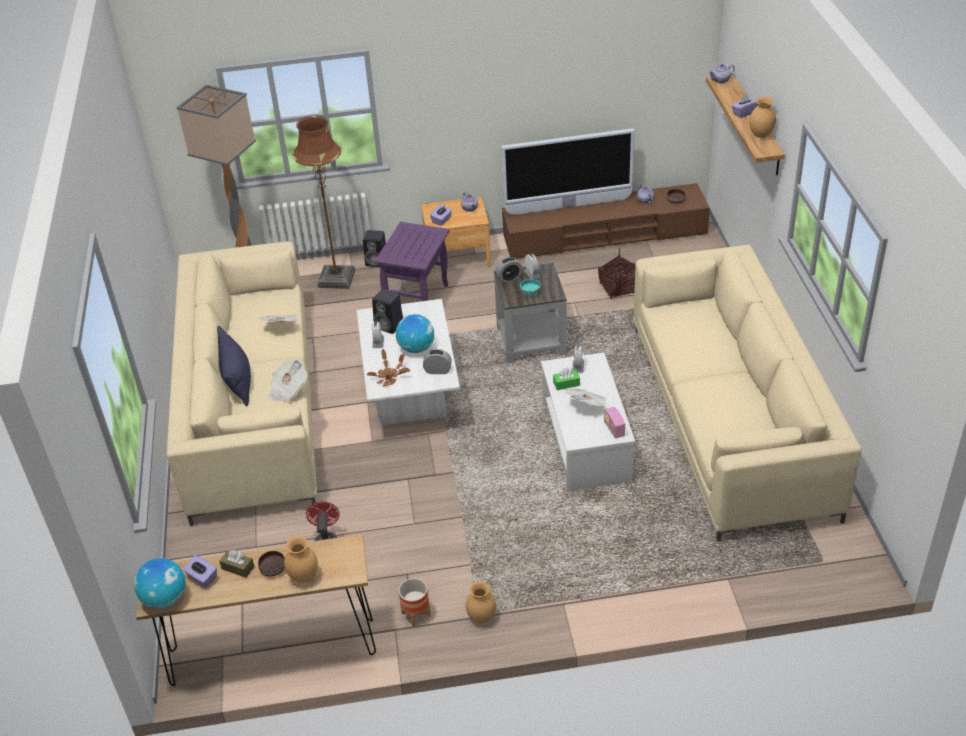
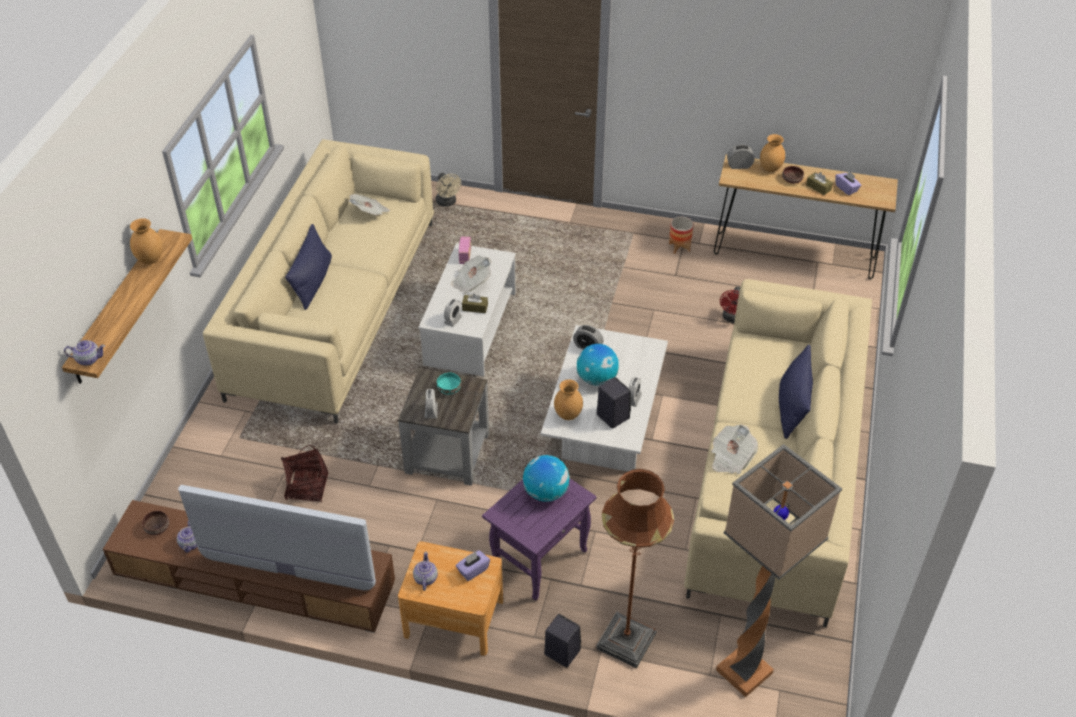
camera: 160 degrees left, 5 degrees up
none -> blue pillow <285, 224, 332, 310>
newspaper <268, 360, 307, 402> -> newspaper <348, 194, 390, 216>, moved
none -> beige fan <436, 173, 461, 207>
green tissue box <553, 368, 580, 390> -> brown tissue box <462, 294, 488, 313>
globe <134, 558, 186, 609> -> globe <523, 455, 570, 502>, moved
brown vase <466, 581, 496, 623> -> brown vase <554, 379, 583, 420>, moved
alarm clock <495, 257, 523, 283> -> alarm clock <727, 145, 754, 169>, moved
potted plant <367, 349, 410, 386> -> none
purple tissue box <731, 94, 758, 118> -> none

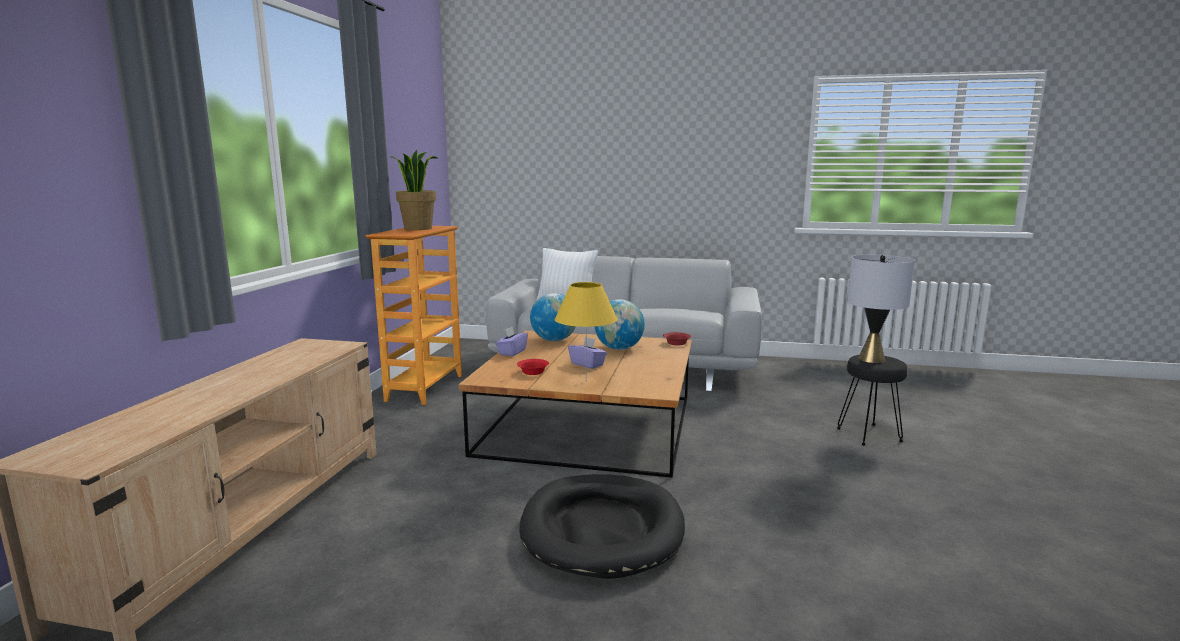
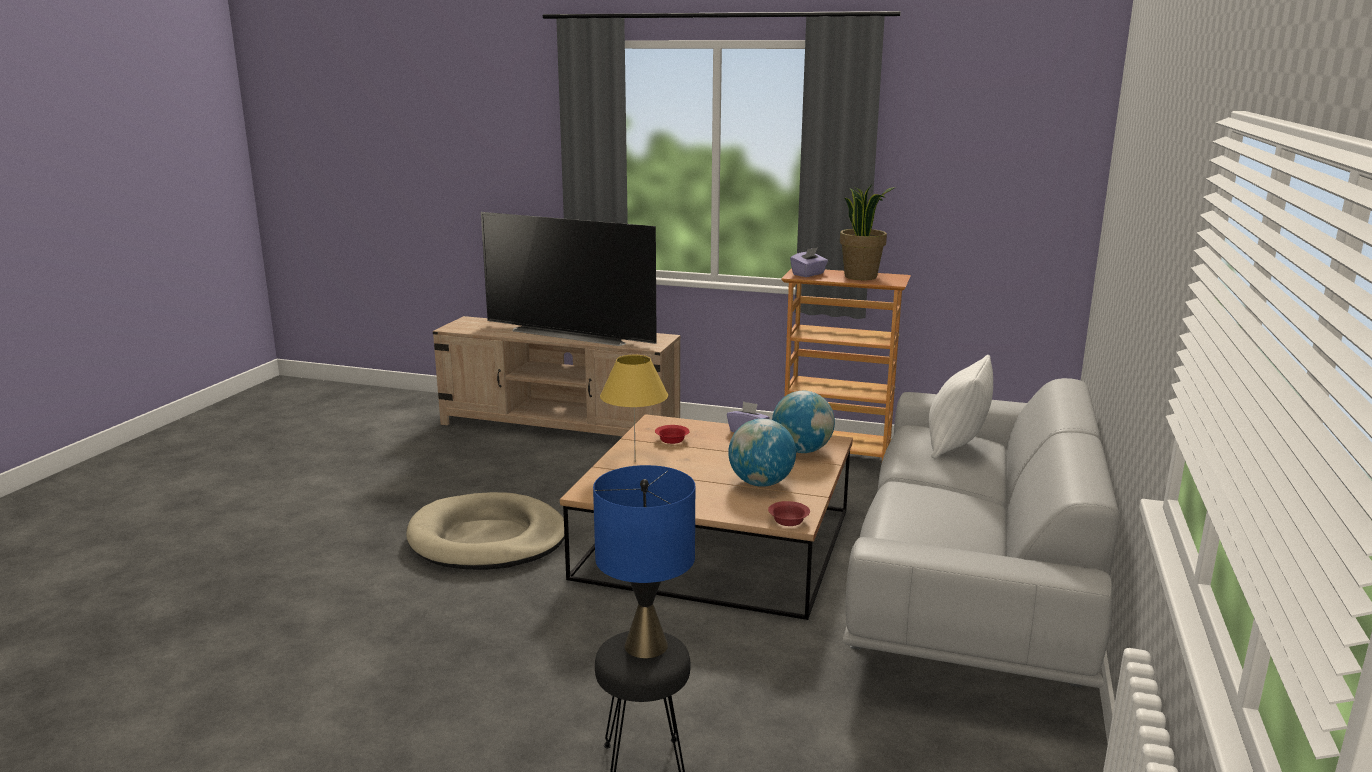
camera: 95 degrees right, 5 degrees up
black dog bed <519, 474, 685, 579> -> beige dog bed <406, 492, 565, 570>
none -> television <481, 212, 657, 346>
grey table lamp <847, 255, 915, 363> -> blue table lamp <593, 465, 695, 658>
purple tissue box <568, 337, 607, 369> -> purple tissue box <790, 247, 828, 277>, moved

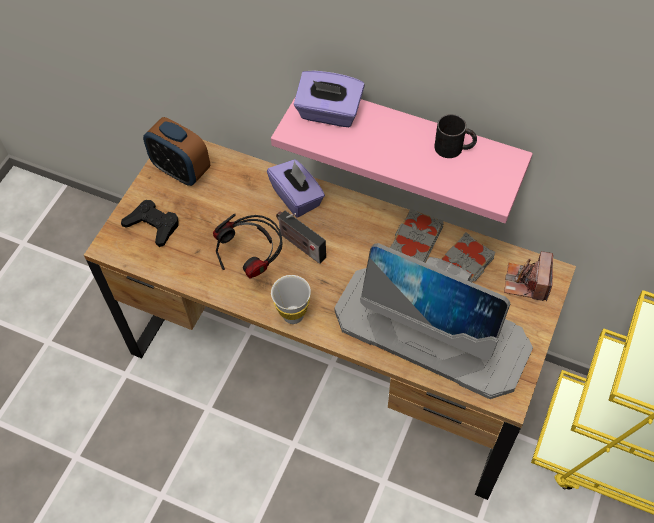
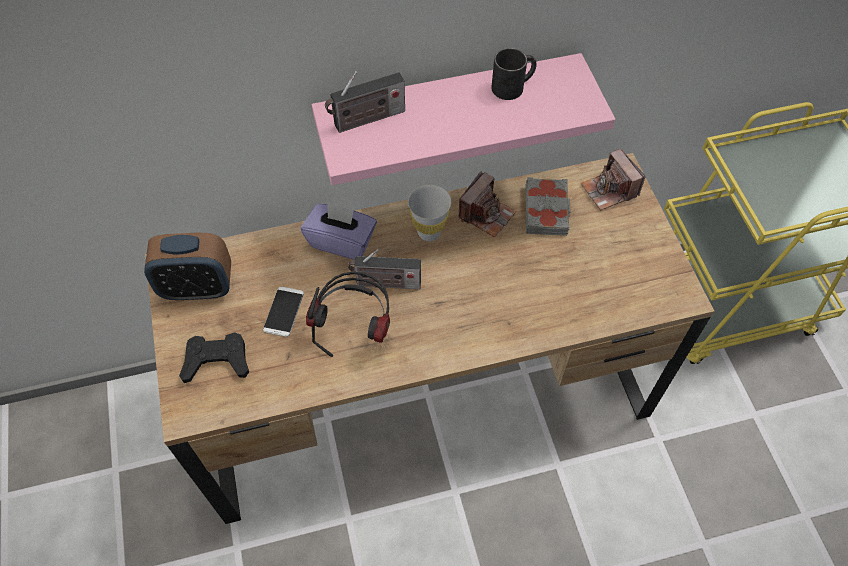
camera: 40 degrees left, 0 degrees up
none -> phone <263, 287, 304, 337>
purple tissue box <294, 70, 365, 127> -> radio <325, 71, 405, 133>
white cup <271, 275, 311, 324> -> white cup <408, 185, 451, 241>, moved
grey book <390, 208, 444, 263> -> photo camera <458, 171, 516, 237>
monitor <335, 243, 533, 399> -> none

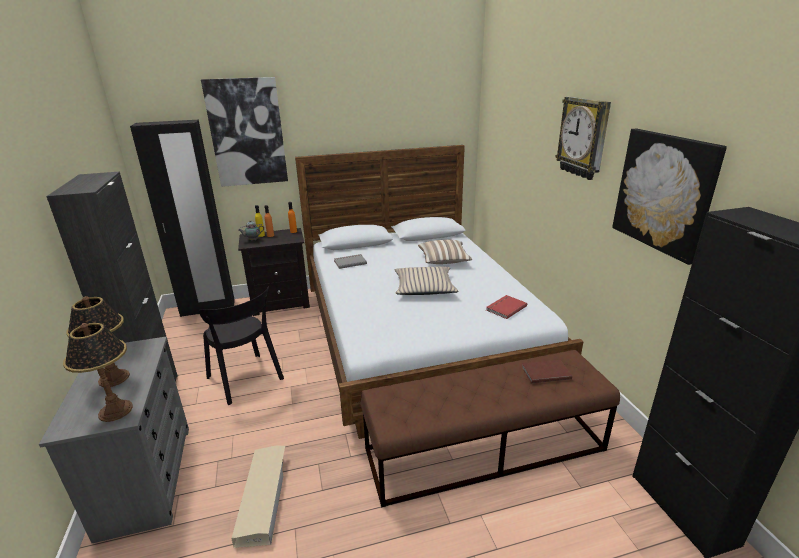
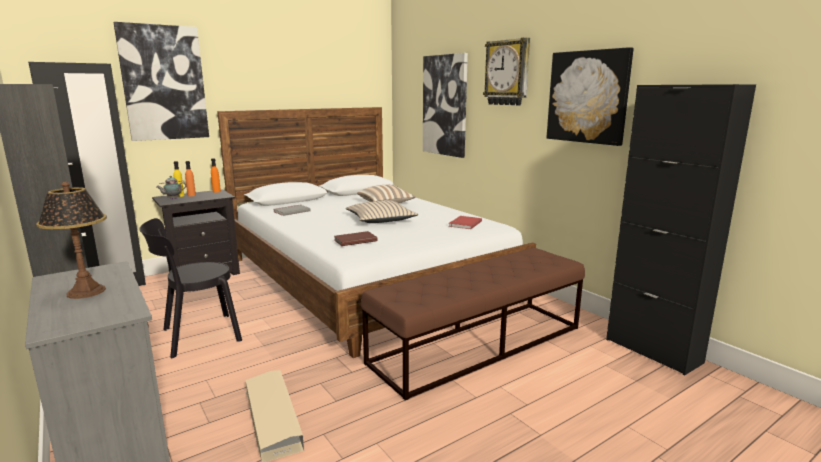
camera: 20 degrees left, 10 degrees down
black chair <199, 286, 284, 405> -> black chair <139, 218, 242, 358>, 120 degrees clockwise
brown book <522, 360, 572, 383> -> brown book <334, 231, 378, 246>, moved
none -> picture <423, 53, 468, 158>
table lamp <63, 323, 133, 422> -> none

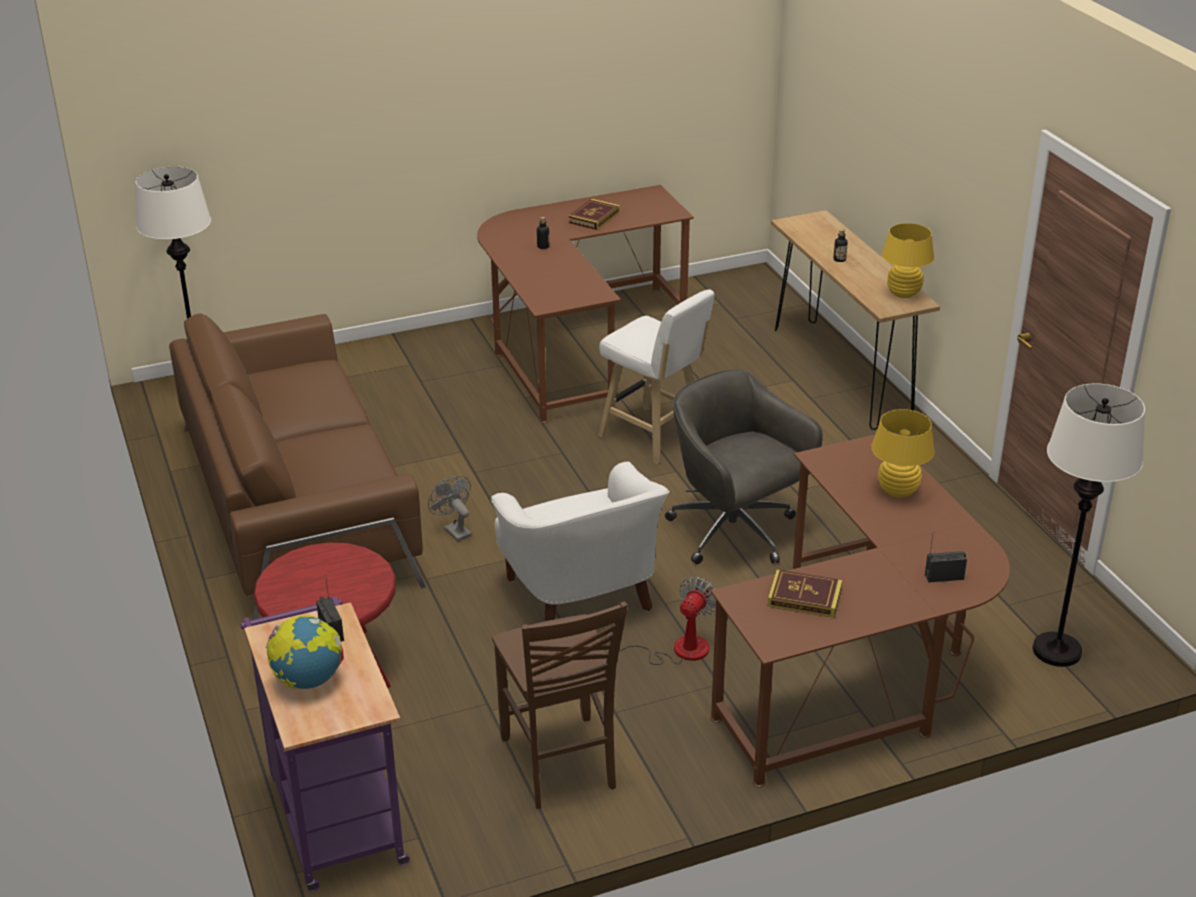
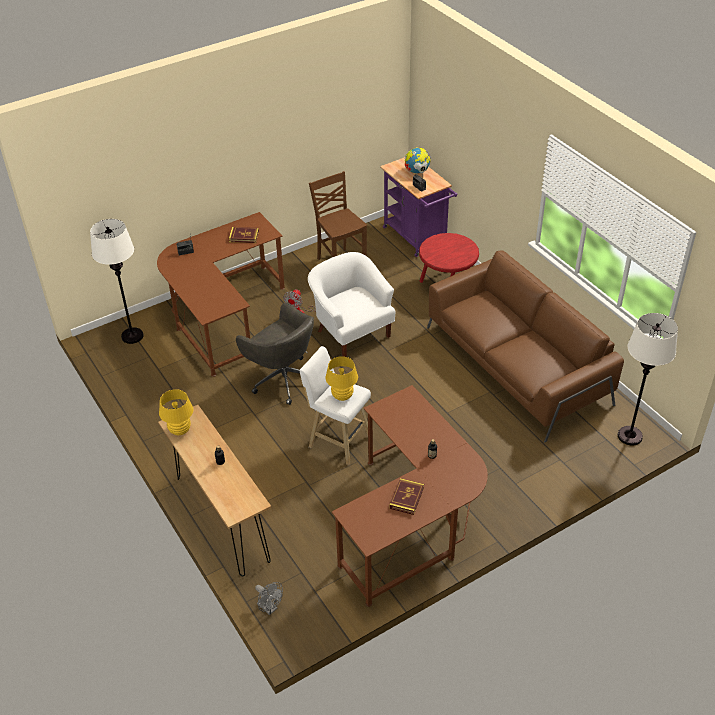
camera: 170 degrees right, 10 degrees up
grey fan <428, 476, 472, 542> -> grey fan <255, 582, 283, 615>, moved
yellow table lamp <871, 409, 934, 498> -> yellow table lamp <326, 357, 358, 401>, moved

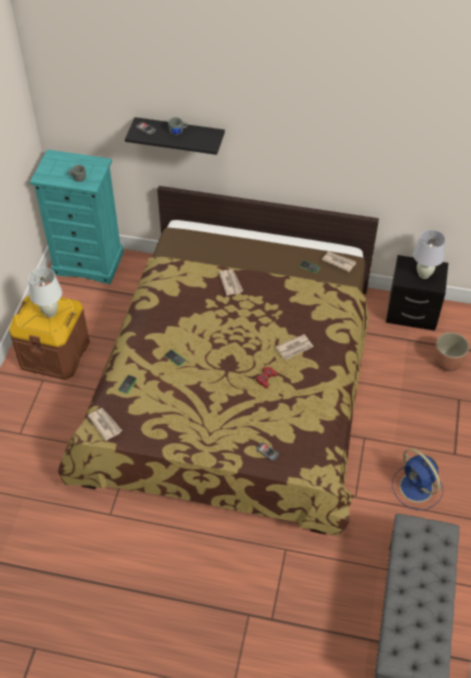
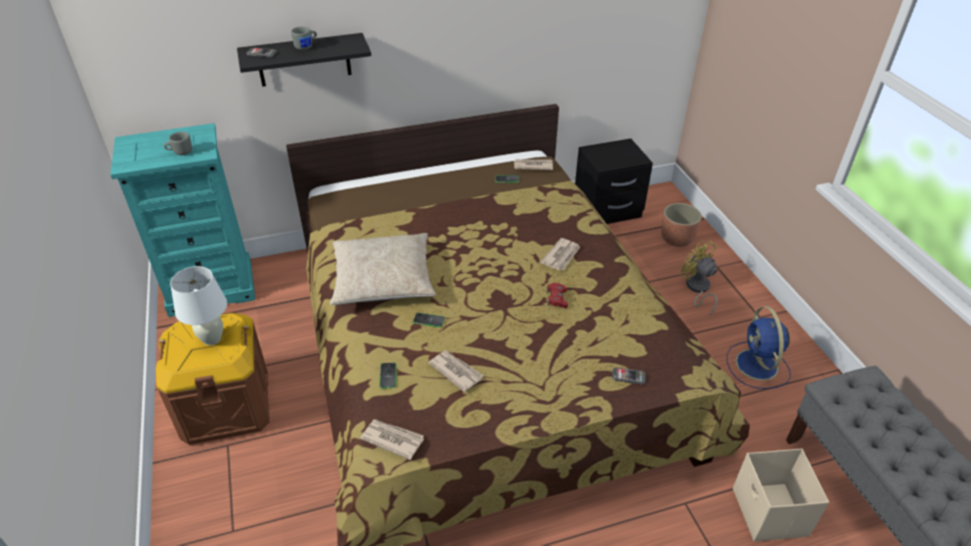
camera: 30 degrees left, 10 degrees down
none -> beige pillow <330, 233, 436, 305>
newspaper <218, 269, 243, 295> -> newspaper <428, 350, 484, 392>, moved
none -> yellow fan <681, 241, 718, 316>
blue fan <392, 448, 443, 510> -> blue fan <727, 306, 791, 389>, 60 degrees clockwise
none -> beige storage box <733, 449, 829, 542>
white table lamp <413, 230, 445, 279> -> none

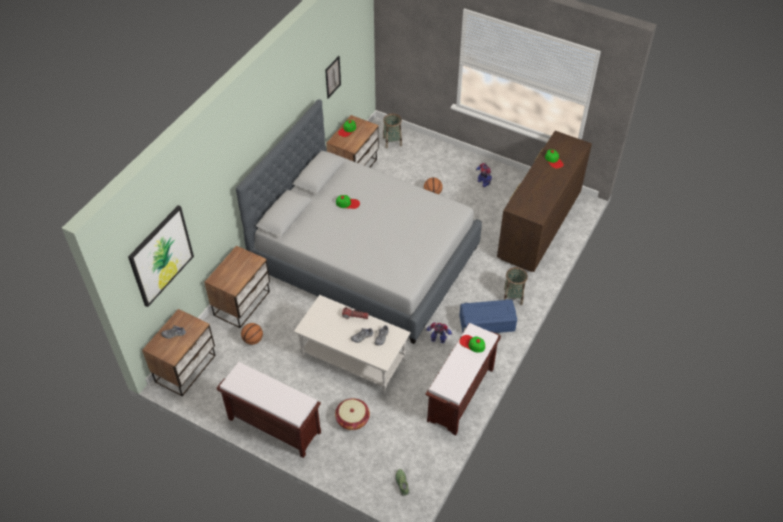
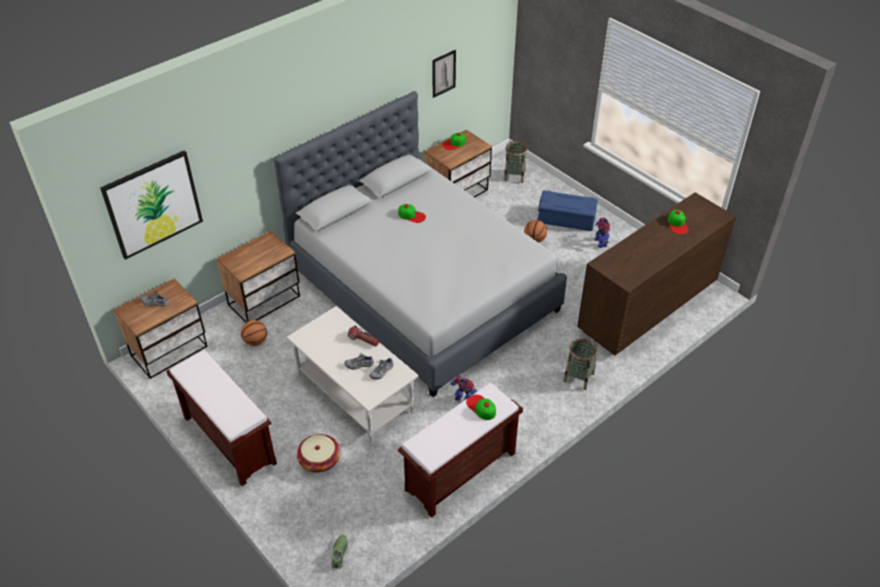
camera: 20 degrees right, 5 degrees down
blue storage box <459, 299, 517, 333> -> blue storage box <537, 191, 598, 231>, moved

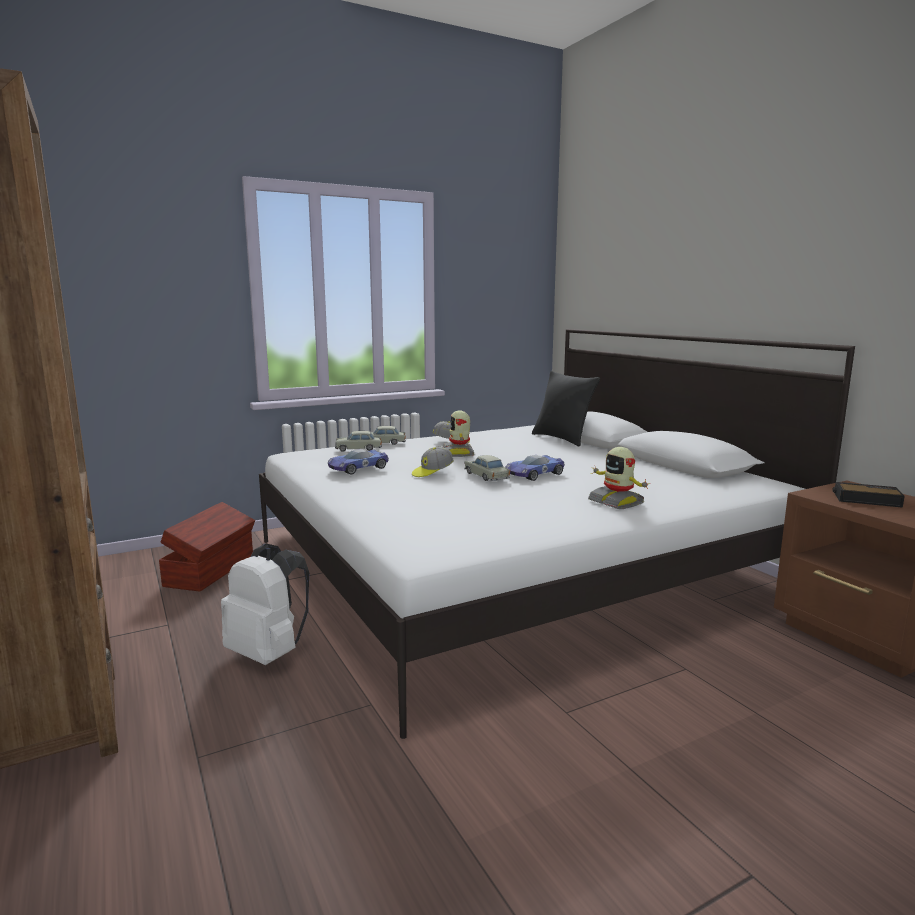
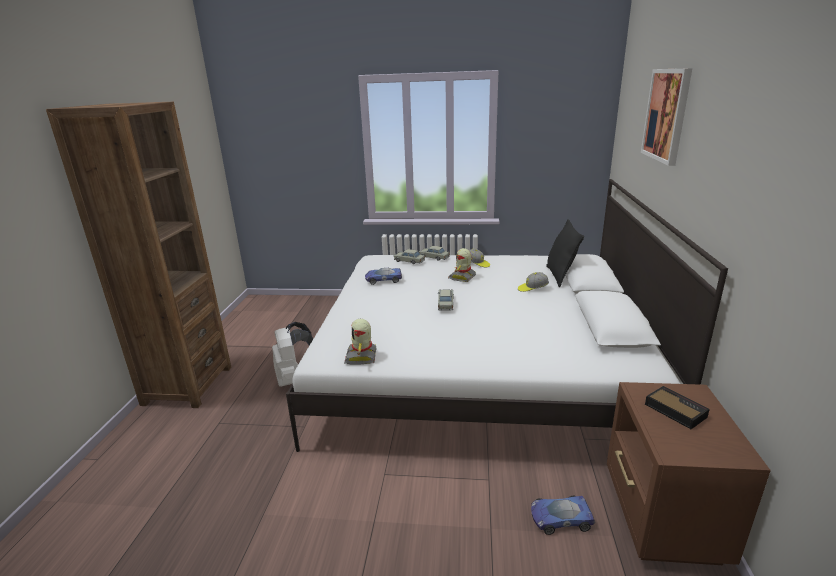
camera: 35 degrees right, 10 degrees up
toy robot <588, 447, 651, 509> -> toy robot <345, 319, 377, 365>, moved
cap <412, 447, 454, 477> -> cap <518, 272, 549, 292>, moved
toy car <505, 455, 565, 481> -> toy car <531, 496, 595, 535>, moved
none -> picture <641, 68, 692, 166>
brown storage box <159, 502, 255, 592> -> none

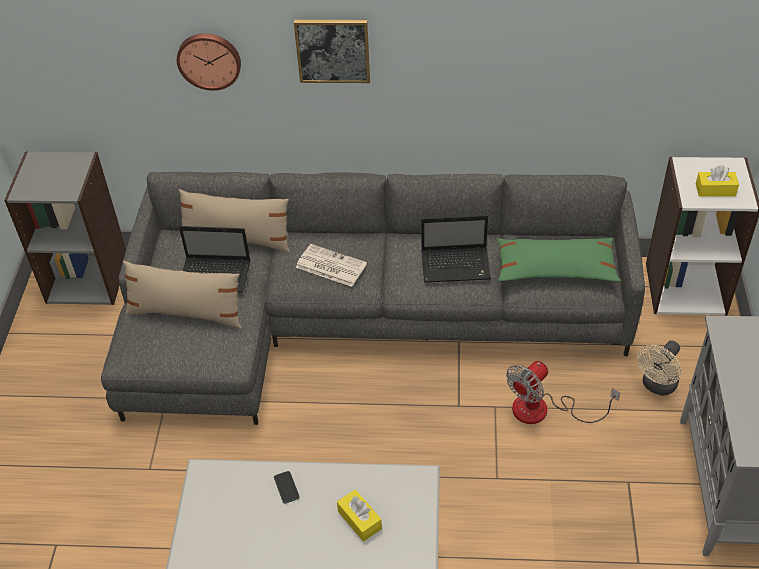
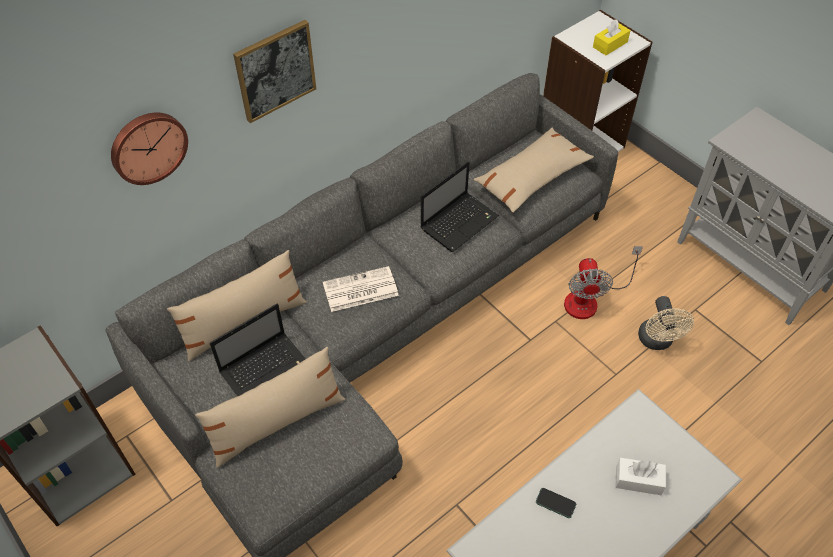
camera: 45 degrees left, 5 degrees up
green pillow <497, 238, 621, 282> -> beige pillow <473, 127, 594, 213>
yellow tissue box <337, 489, 382, 542> -> white tissue box <615, 458, 666, 495>
beige fan <637, 341, 682, 395> -> beige fan <638, 296, 694, 350>, moved

